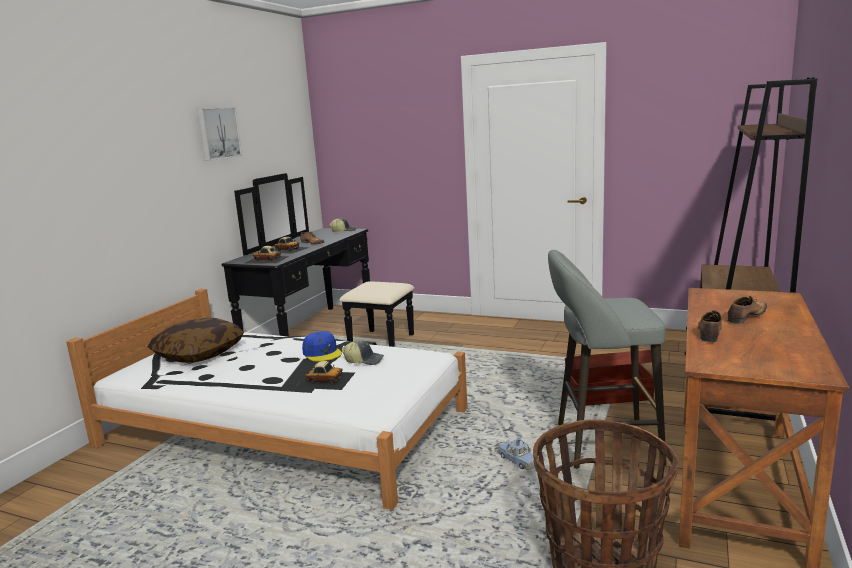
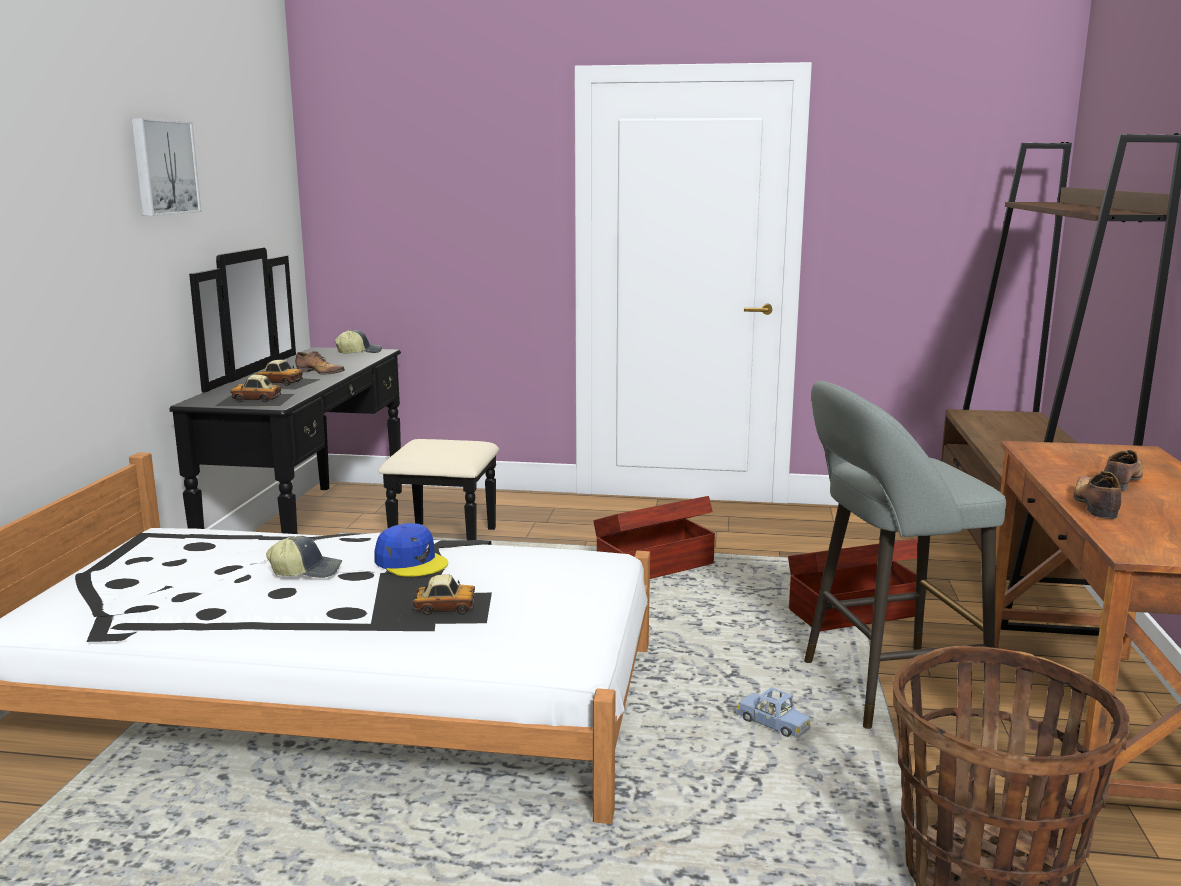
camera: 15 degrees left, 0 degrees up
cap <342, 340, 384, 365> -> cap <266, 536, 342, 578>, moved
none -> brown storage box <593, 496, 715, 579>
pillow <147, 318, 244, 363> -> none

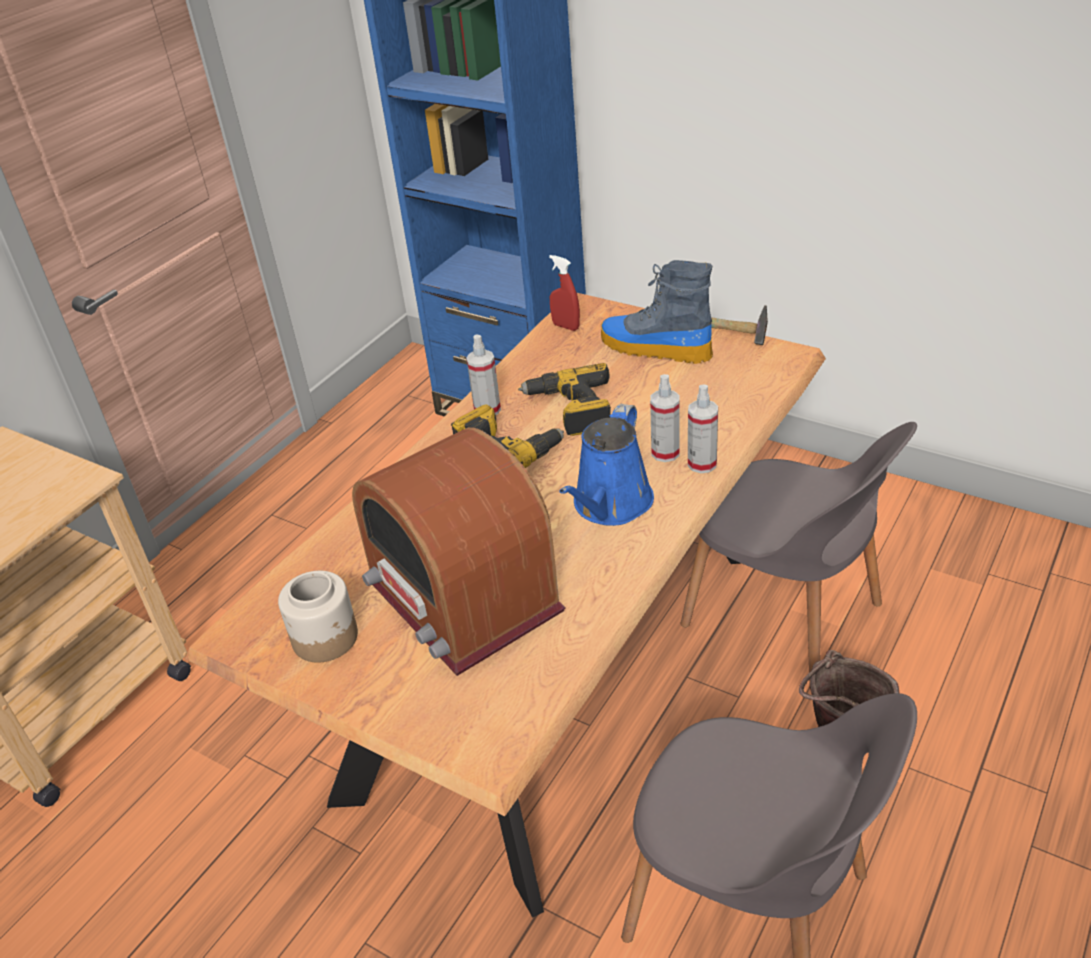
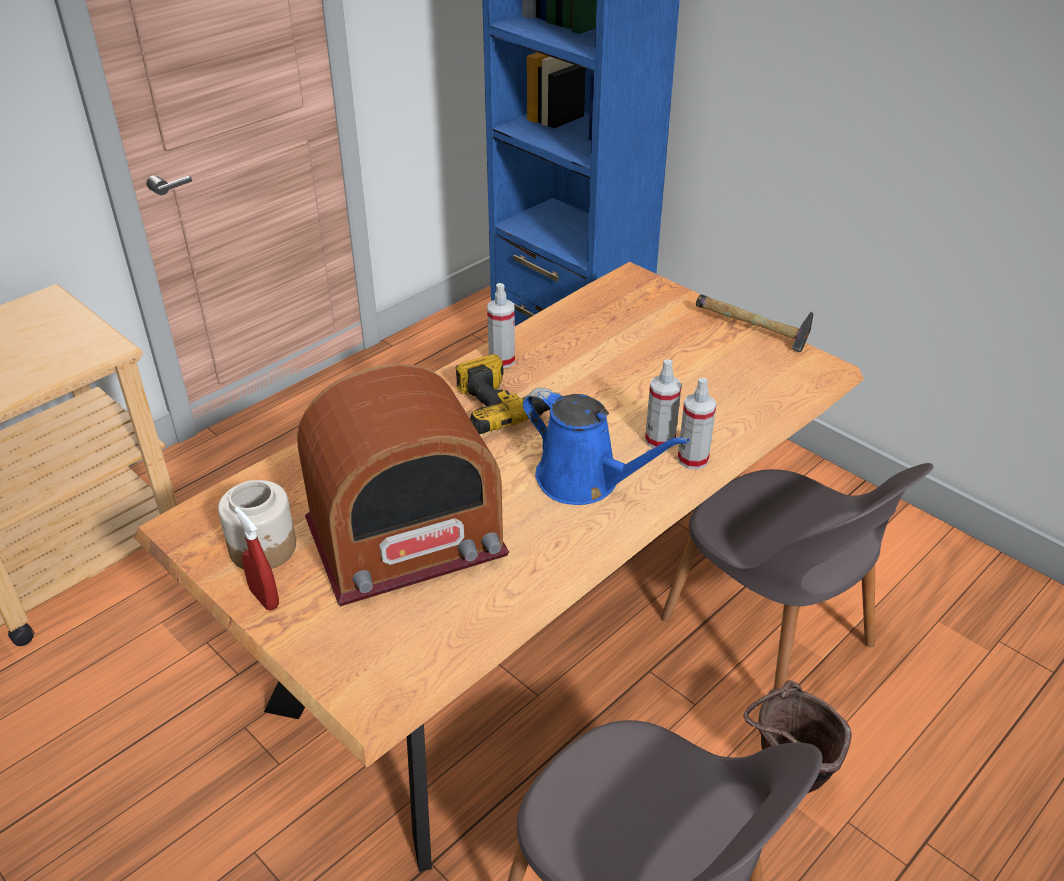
camera: 10 degrees right, 0 degrees up
red spray bottle <549, 255, 580, 331> -> red spray bottle <235, 507, 279, 610>, moved
radio <352, 427, 566, 676> -> radio <297, 364, 509, 606>, 90 degrees counterclockwise
blue watering can <559, 404, 654, 526> -> blue watering can <522, 387, 690, 505>, 90 degrees counterclockwise
power drill <518, 363, 611, 436> -> none
boot <601, 260, 713, 364> -> none

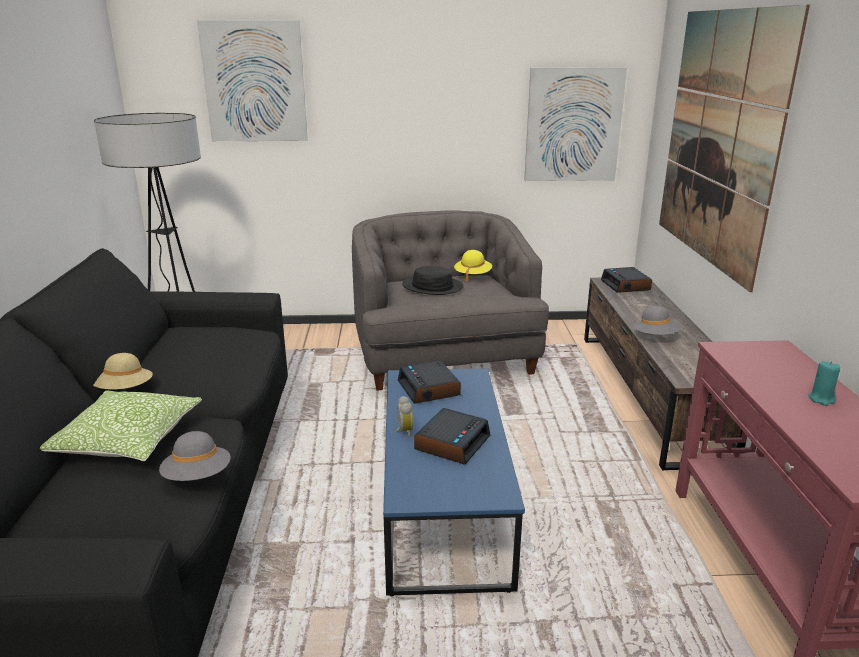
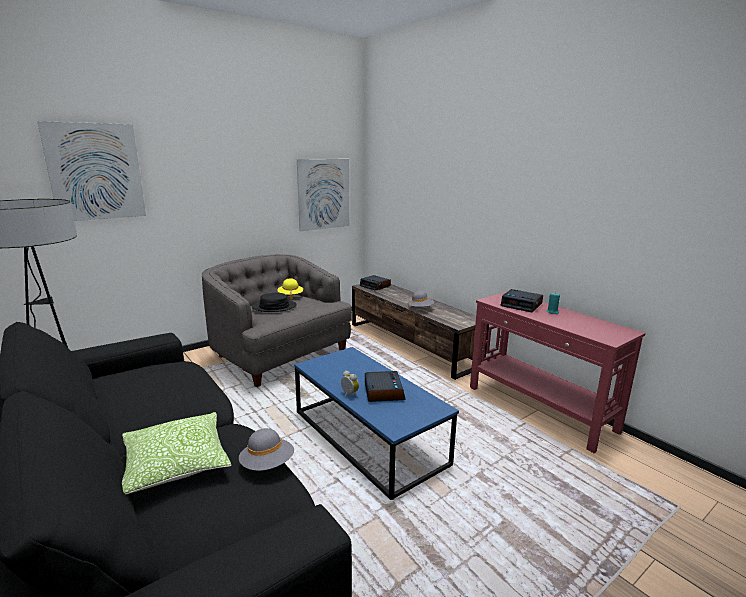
camera: 35 degrees left, 5 degrees down
alarm clock <398, 360, 461, 404> -> alarm clock <501, 289, 543, 312>, moved
beige hat <93, 353, 153, 390> -> none
picture <659, 5, 810, 292> -> none

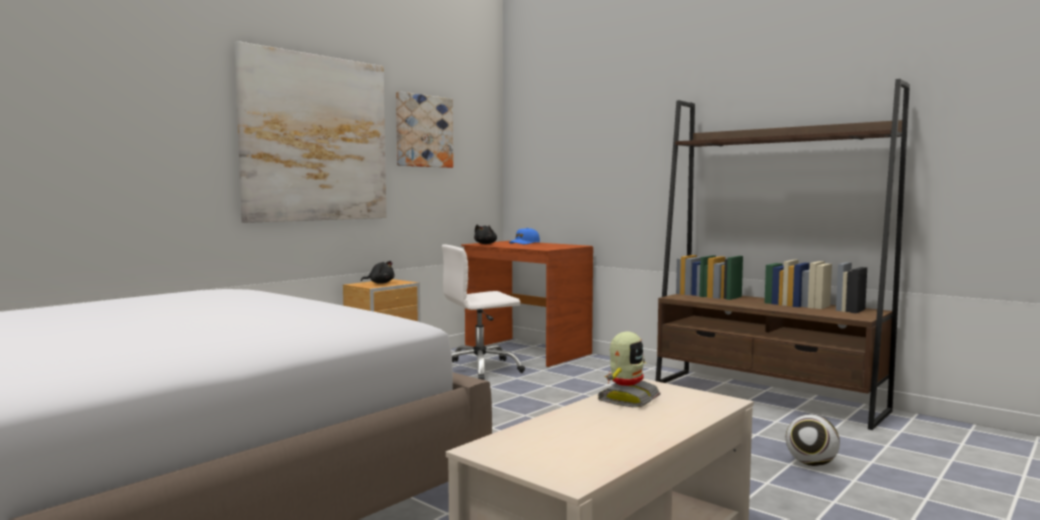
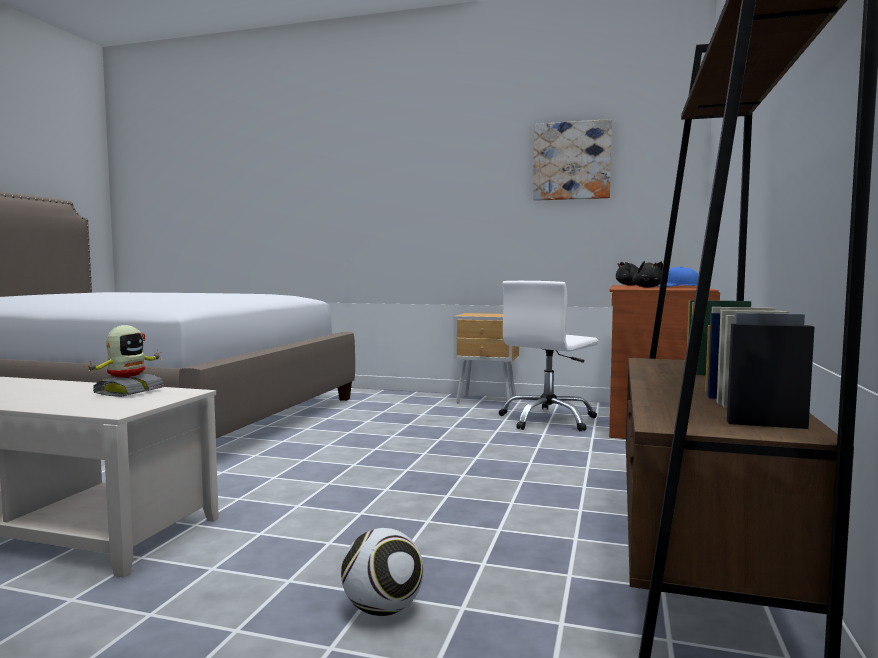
camera: 65 degrees right, 0 degrees up
toy robot <597, 331, 660, 407> -> toy robot <84, 325, 165, 397>, 75 degrees counterclockwise
white office chair <442, 244, 525, 380> -> white office chair <498, 281, 598, 431>, 90 degrees counterclockwise
black plush toy <361, 261, 395, 283> -> black plush toy <632, 261, 663, 288>, moved
picture <235, 41, 386, 223> -> none

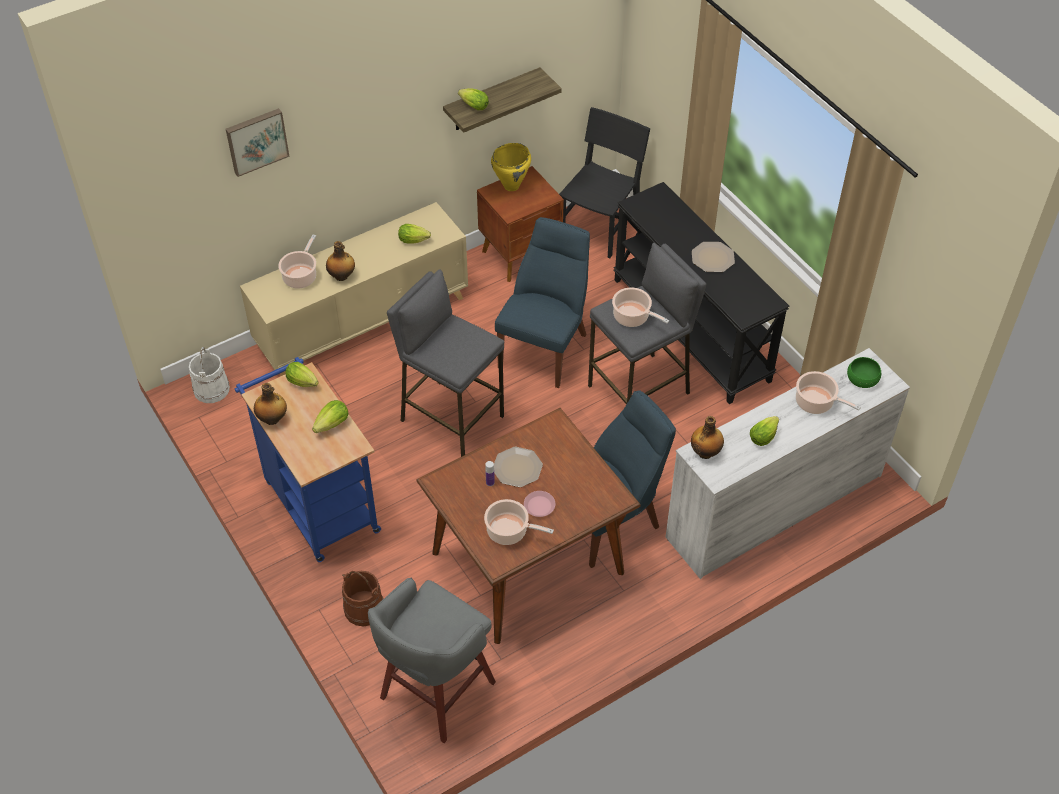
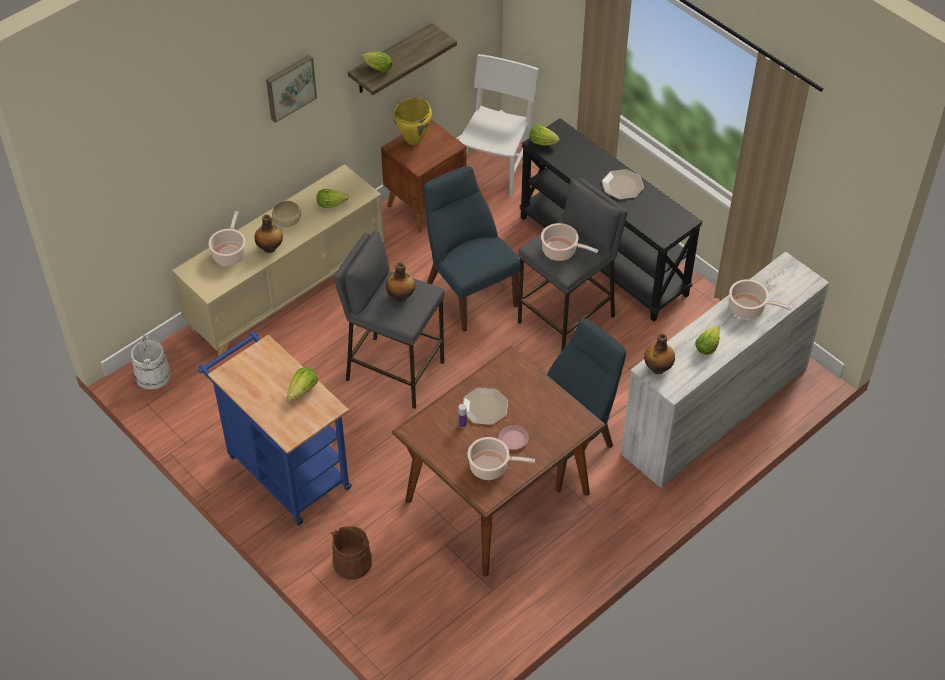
camera: 10 degrees left, 0 degrees up
picture <226, 108, 290, 177> -> picture <266, 55, 317, 123>, moved
none -> beige bowl <272, 200, 301, 227>
bottle <254, 383, 287, 425> -> bottle <386, 262, 415, 302>, moved
blue chair <495, 217, 590, 388> -> blue chair <424, 166, 520, 332>, 45 degrees counterclockwise
black chair <559, 107, 650, 258> -> white chair <459, 54, 539, 197>
lettuce <285, 362, 319, 387> -> lettuce <529, 125, 560, 146>, moved
grey stool <368, 578, 496, 743> -> none
green bowl <847, 357, 881, 388> -> none

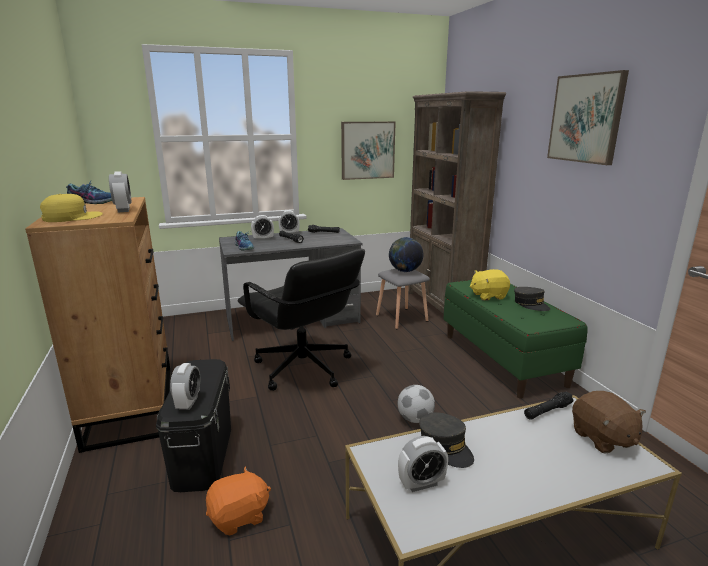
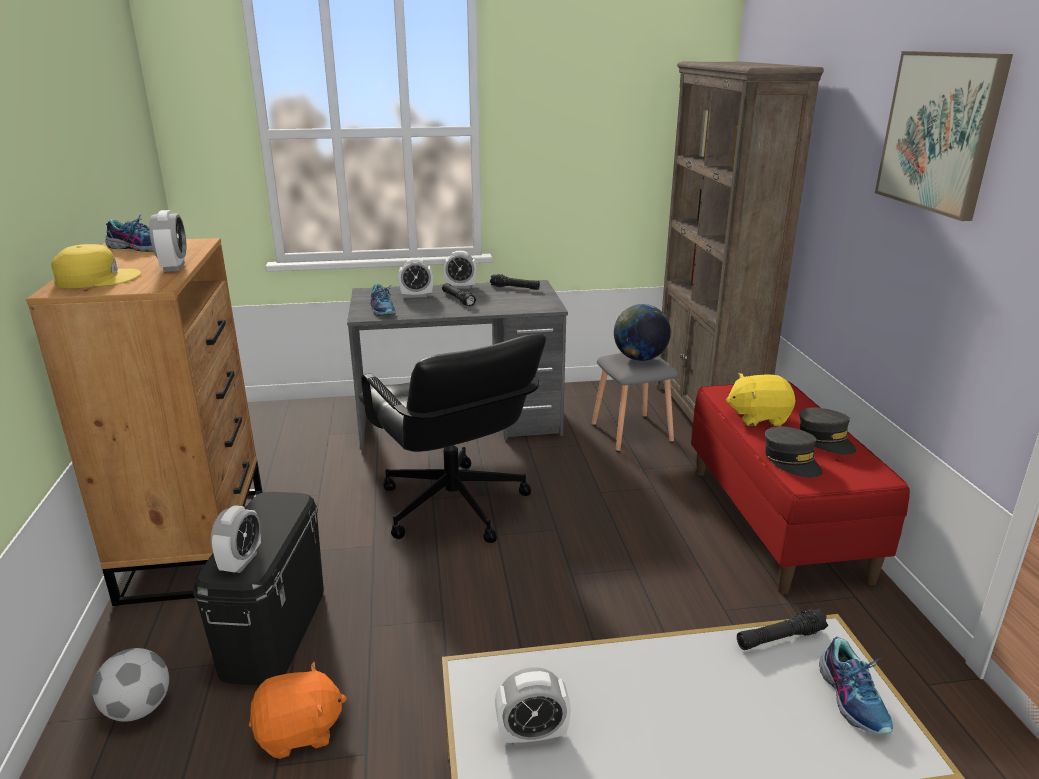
camera: 10 degrees right, 5 degrees up
football <398, 385, 435, 423> -> football <92, 648, 169, 722>, moved
green bench <443, 280, 587, 398> -> red bench <691, 381, 910, 594>
grey cap <419, 413, 474, 468> -> grey cap <765, 426, 822, 478>, moved
brown plush toy <572, 391, 646, 454> -> shoe <819, 637, 893, 734>
picture <341, 122, 396, 180> -> none

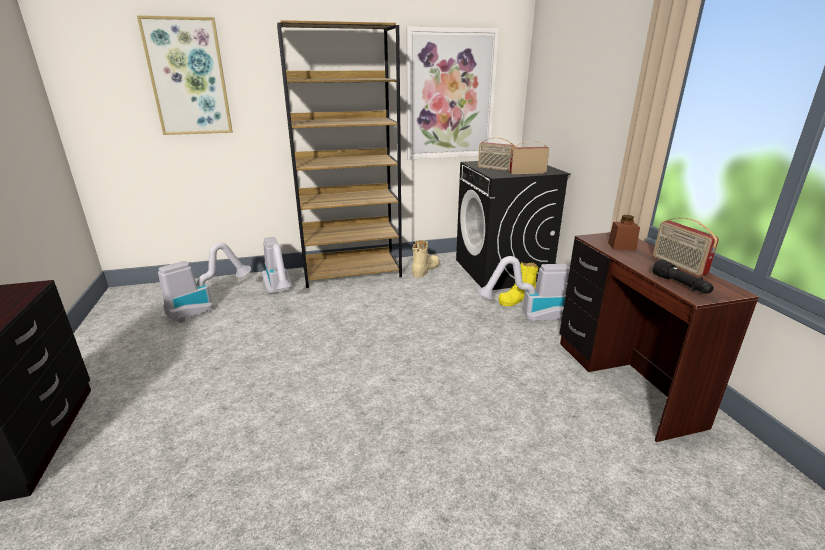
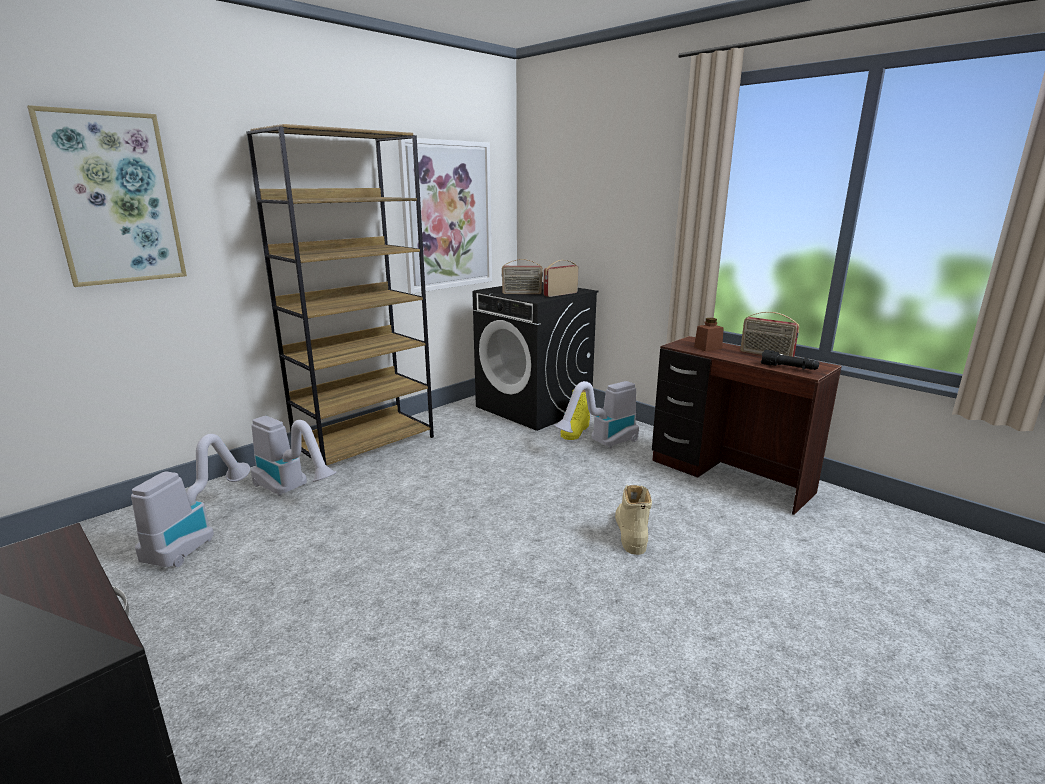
camera: 30 degrees left, 5 degrees down
beige boot <412, 240, 440, 278> -> beige boot <615, 485, 652, 555>, moved

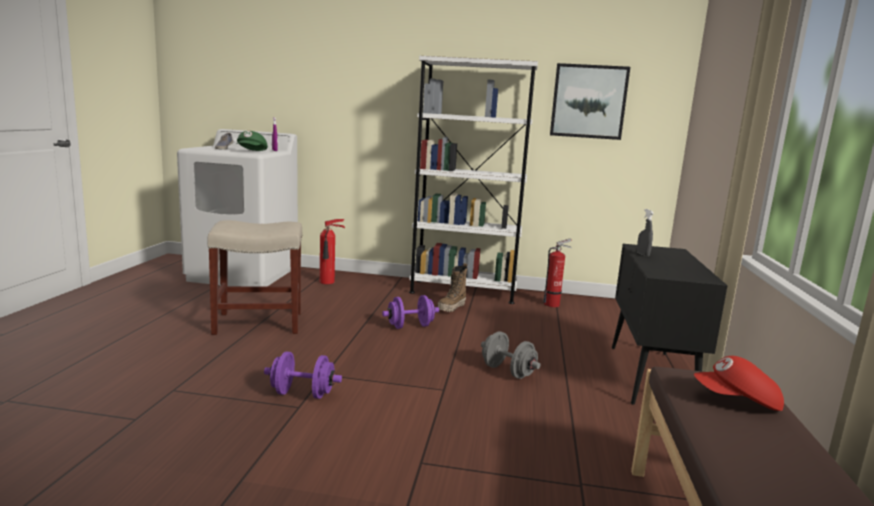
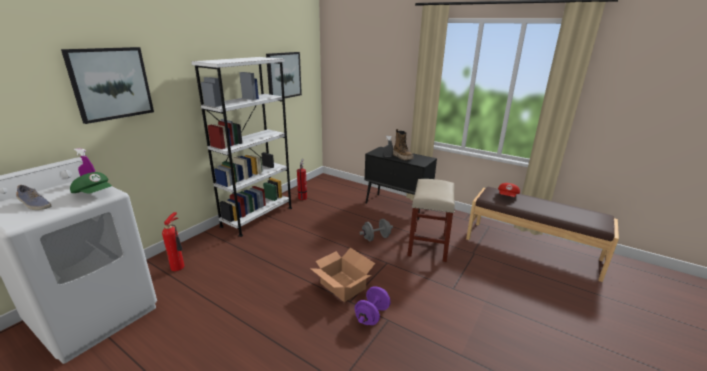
camera: 65 degrees left, 10 degrees up
none -> picture <61, 47, 154, 124>
none -> cardboard box <310, 248, 375, 302>
boot <438, 263, 467, 312> -> boot <393, 129, 414, 160>, moved
beige stool <207, 220, 302, 335> -> beige stool <407, 179, 455, 262>, moved
purple dumbbell <382, 295, 439, 329> -> none

